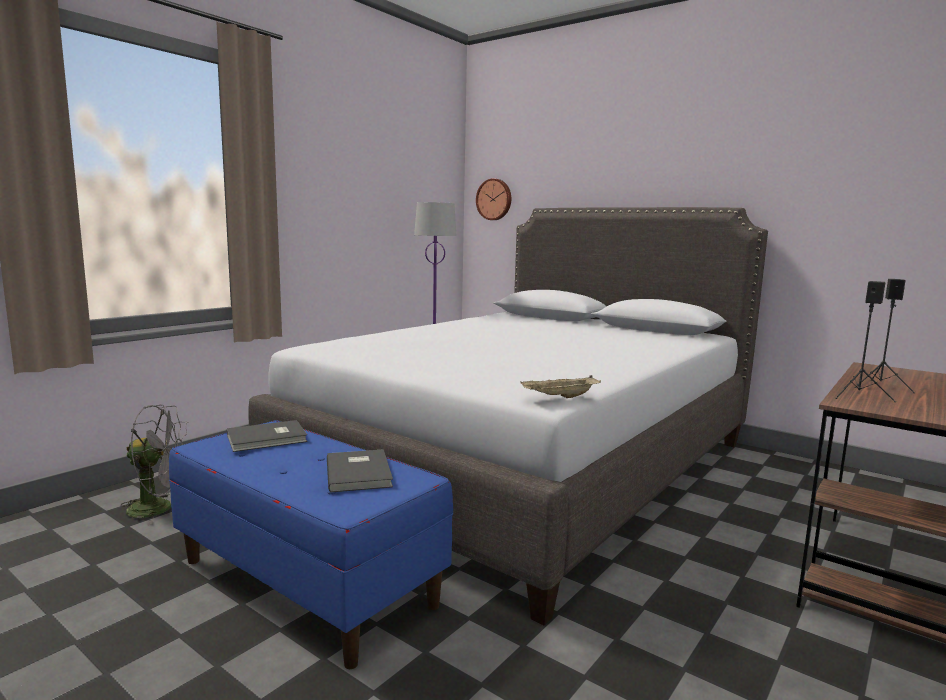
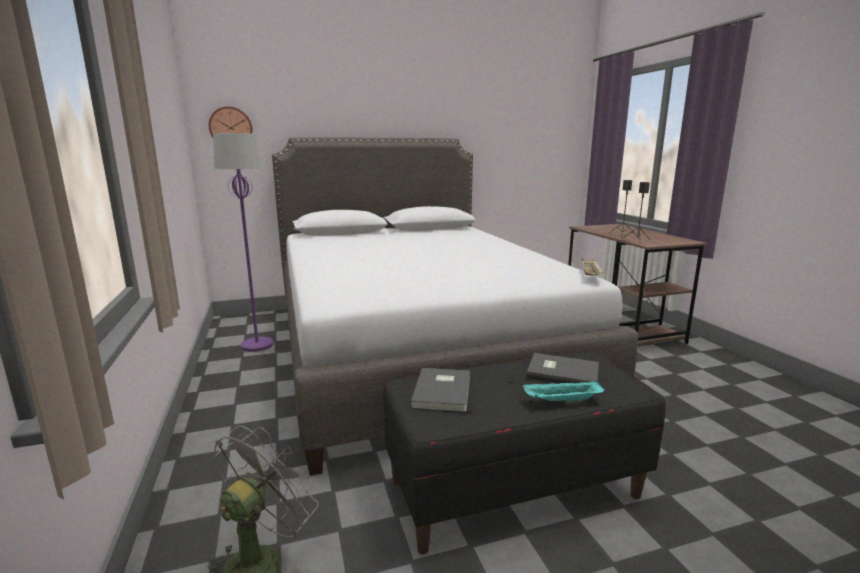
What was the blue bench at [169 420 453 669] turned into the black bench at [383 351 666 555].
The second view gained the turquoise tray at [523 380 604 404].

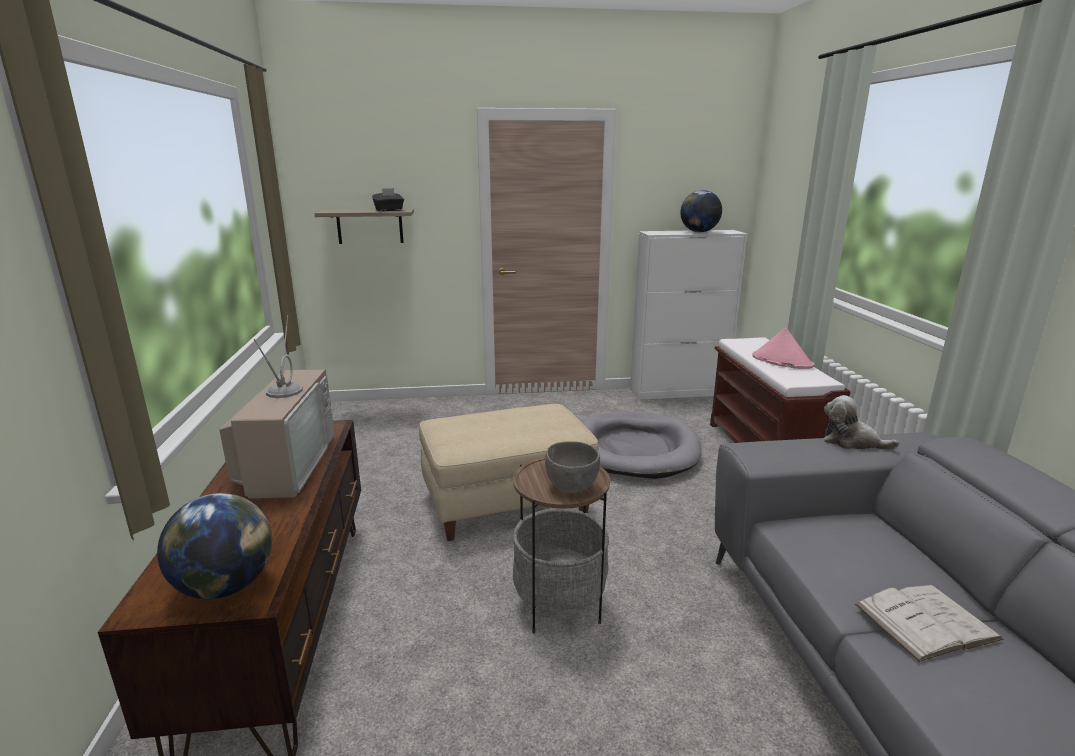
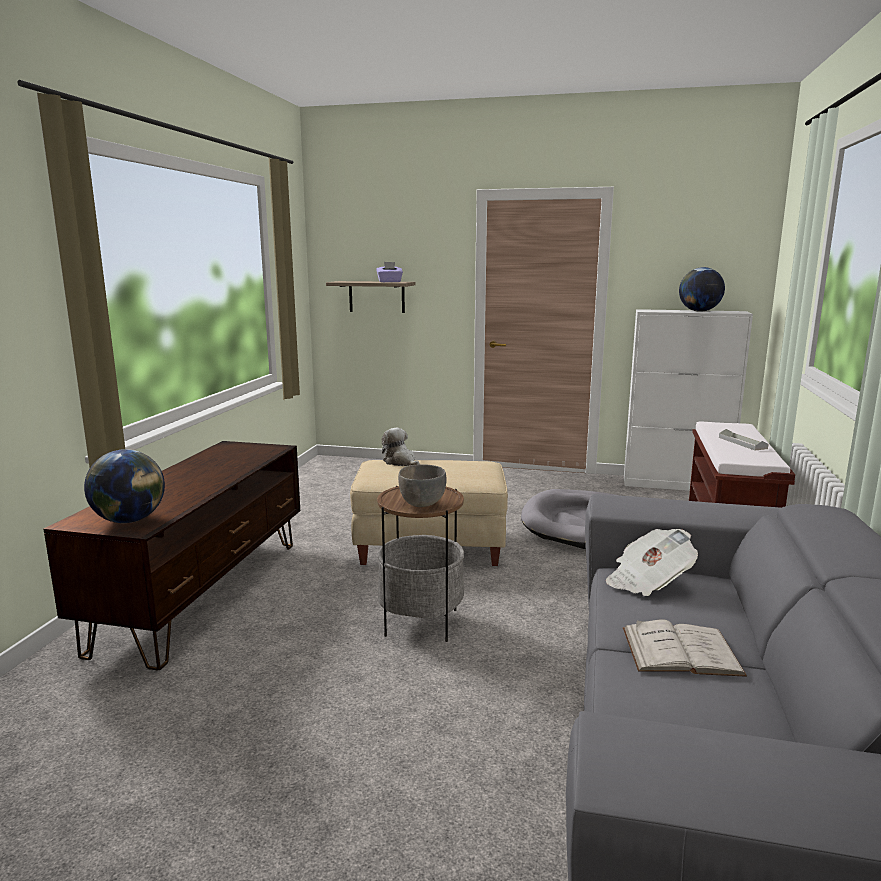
What was the black tissue box at [372 188 404 211] turned into the purple tissue box at [376 262 403 282].
The second view lost the television at [219 315 334 498].
Where the pink hat stood at [752 327 814 369], the grey tray came to stand at [719 429 768 451].
The plush toy ended up elsewhere, having gone from [824 395 899 450] to [382 428 420 466].
The second view gained the newspaper at [606 529 698 596].

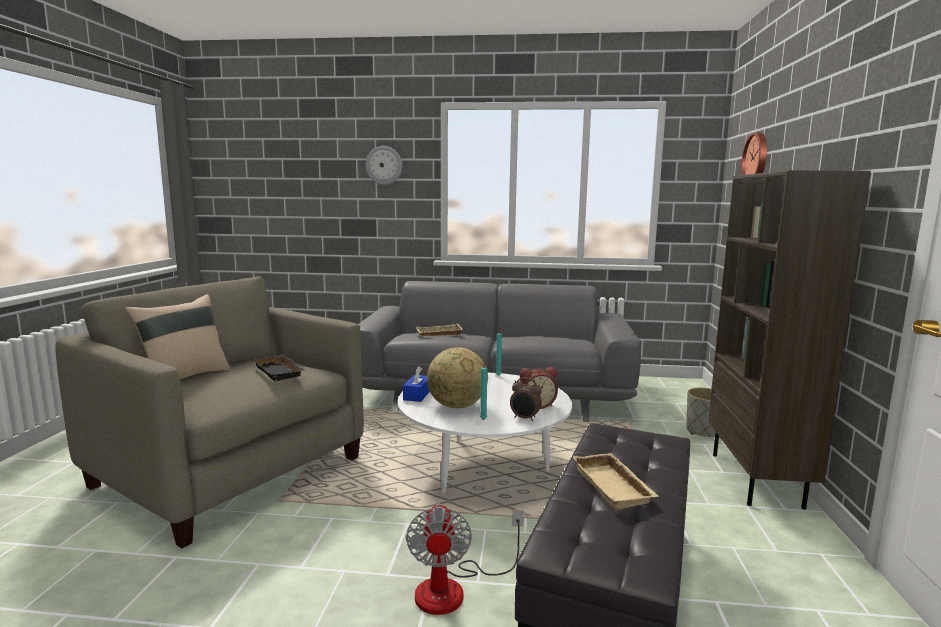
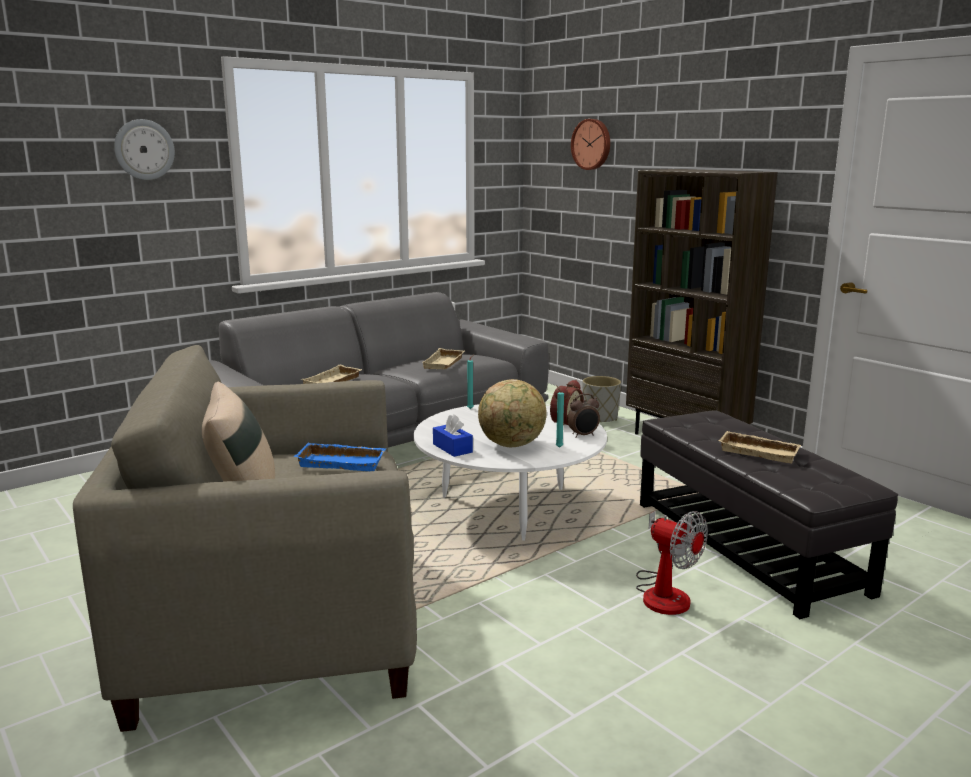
What was the black tray at [253 354 305 382] turned into the blue tray at [294 443 386 471].
The second view gained the beige tray at [423 348 465 370].

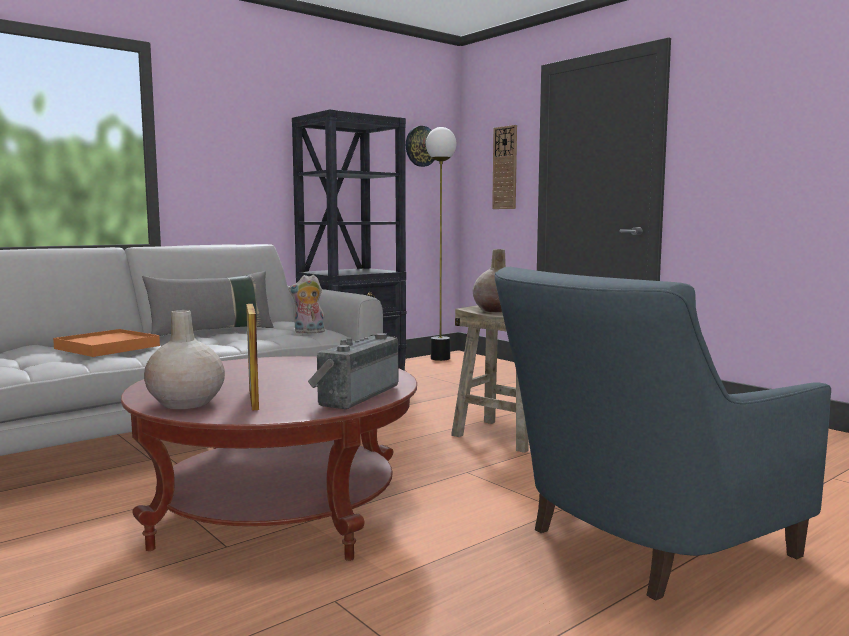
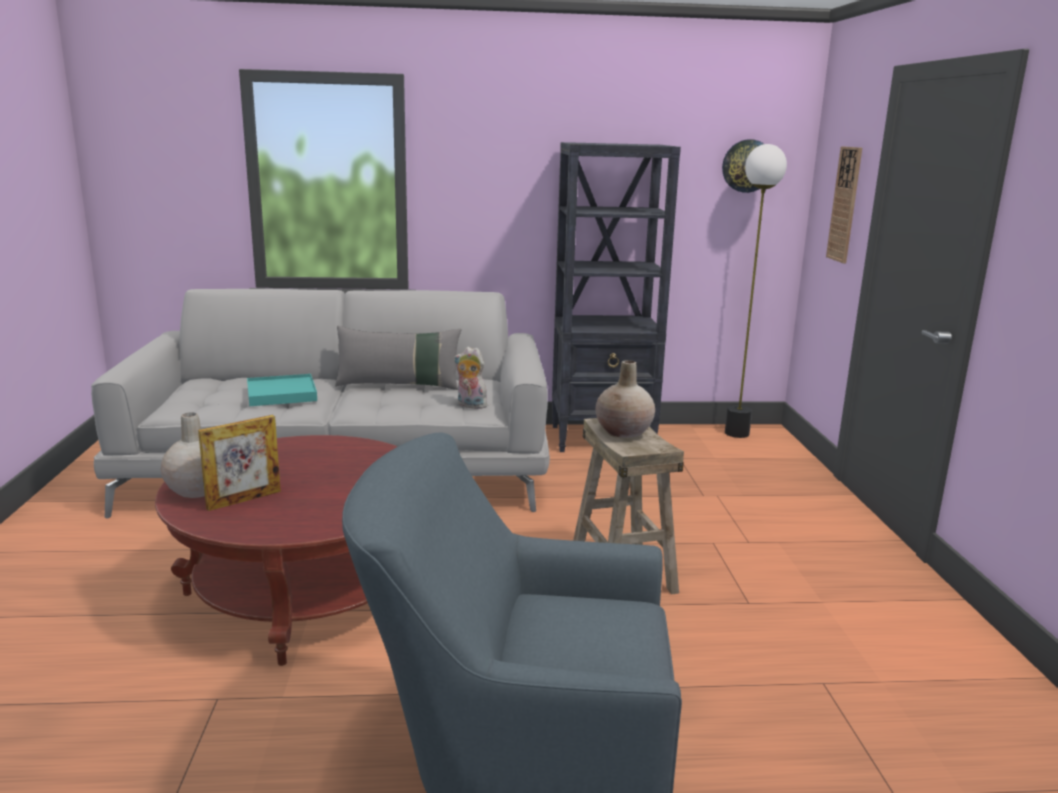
The picture frame at [246 304 259 410] ended up facing another way, 150 degrees counterclockwise from before.
What was the orange tray at [53 329 160 357] turned into the turquoise tray at [247 374 317 406].
The second view lost the radio at [308 333 398 409].

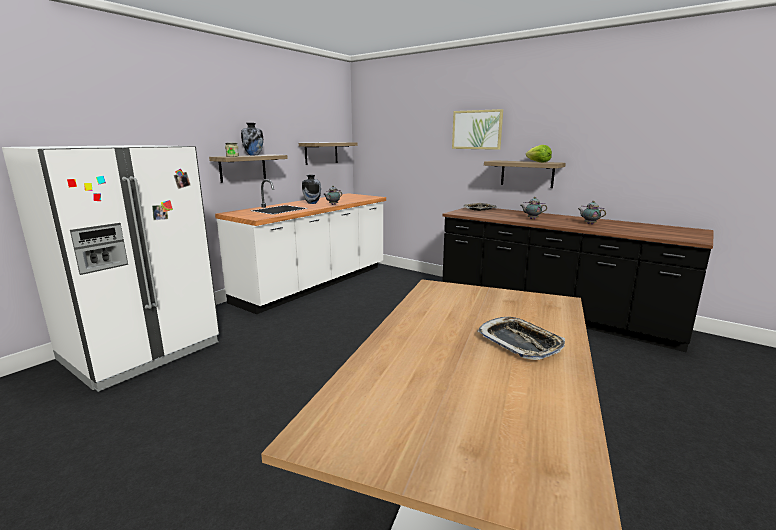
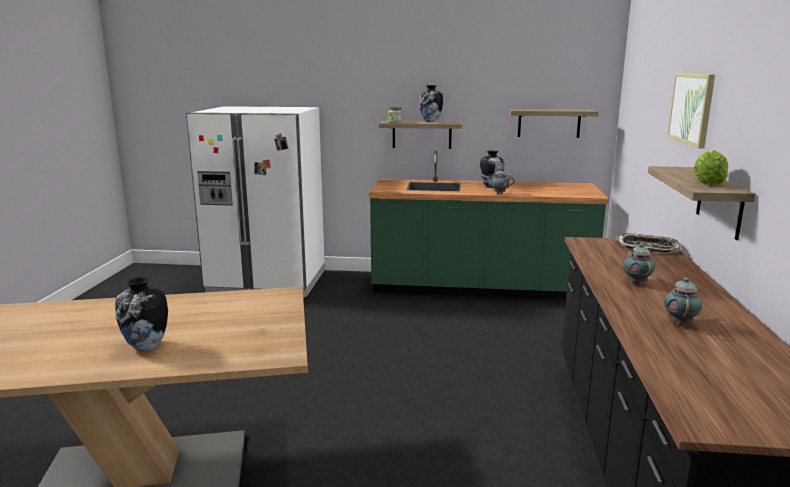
What was the white counter at [215 179 386 314] turned into the green counter at [369 150 609 300].
Where the tray stood at [477 317 565 360], the vase came to stand at [114 277 168 351].

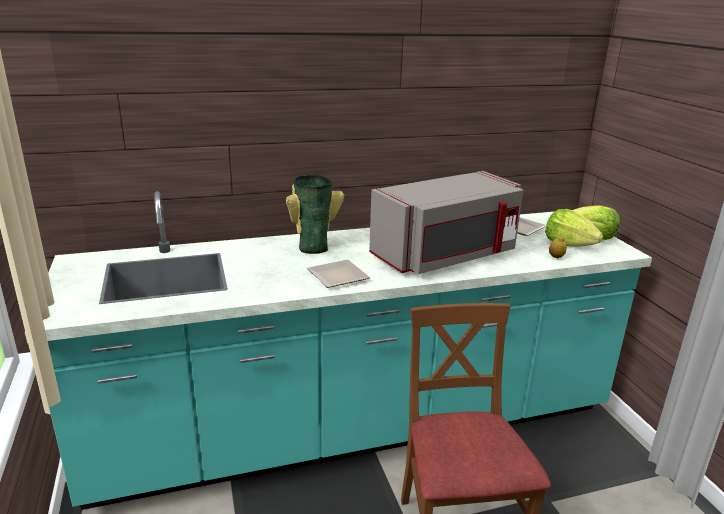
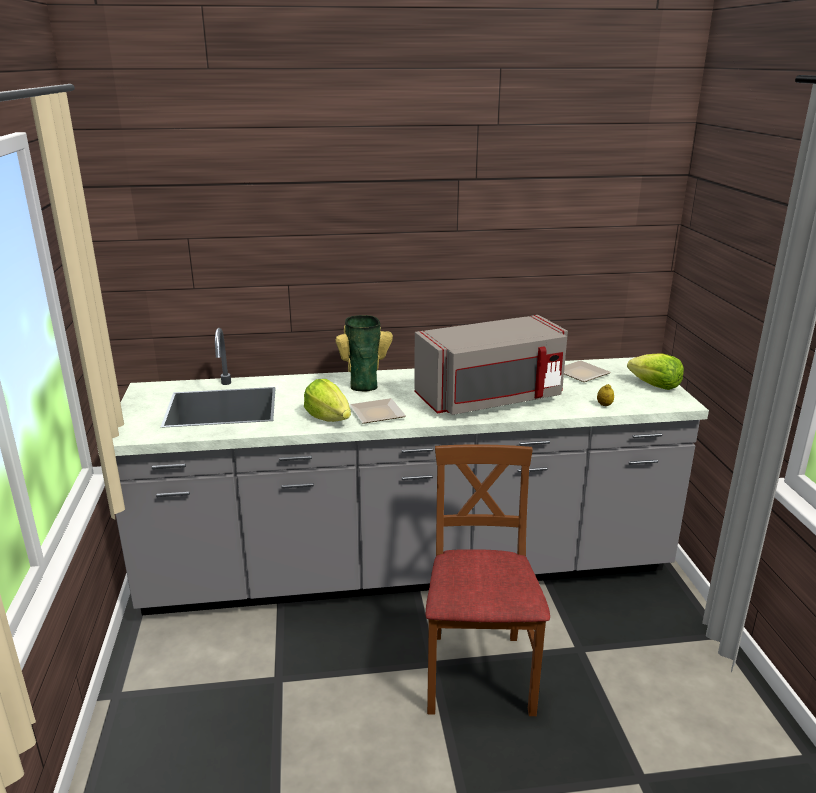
What was the turquoise counter at [25 191 652 510] turned into the grey counter at [97 328 709 615].
The lettuce ended up elsewhere, having gone from [545 209 603 247] to [304 379 351 422].

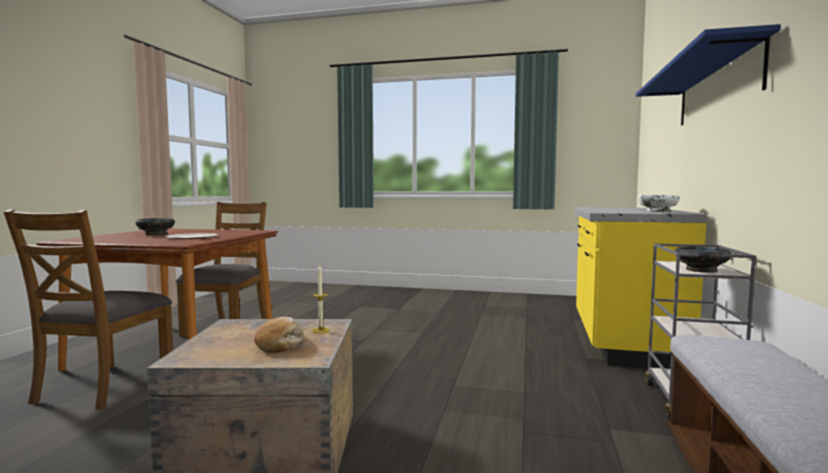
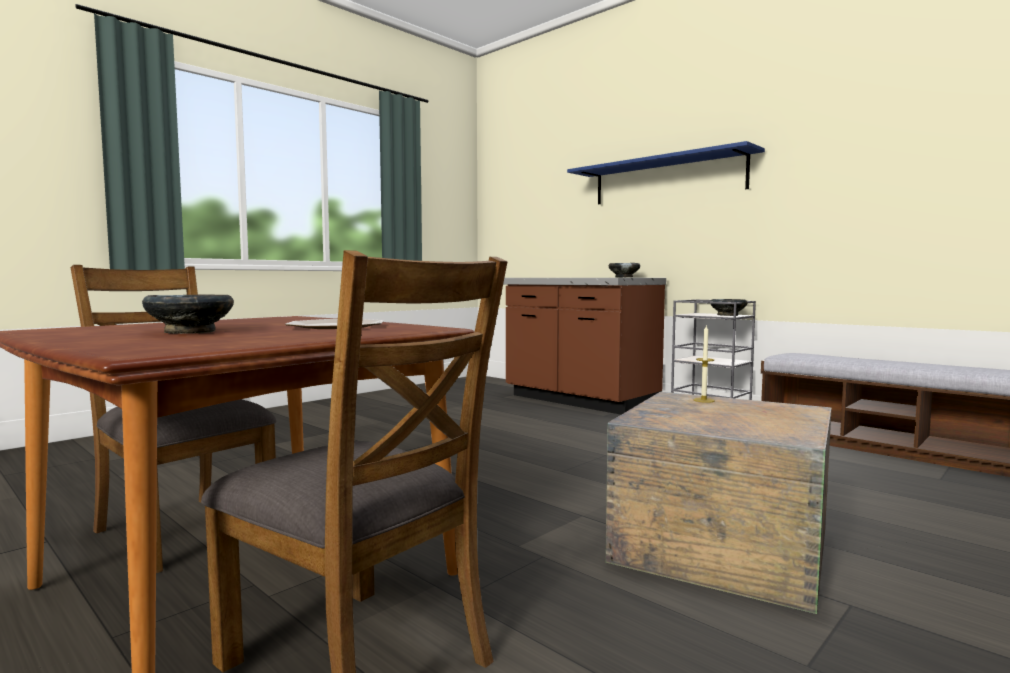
What was the white bowl at [638 195 680 212] turned into the black bowl at [609 263 640 277].
What was the yellow counter at [574 207 707 369] turned into the brown counter at [503 278 666 415].
The second view lost the bread at [254 317 304 353].

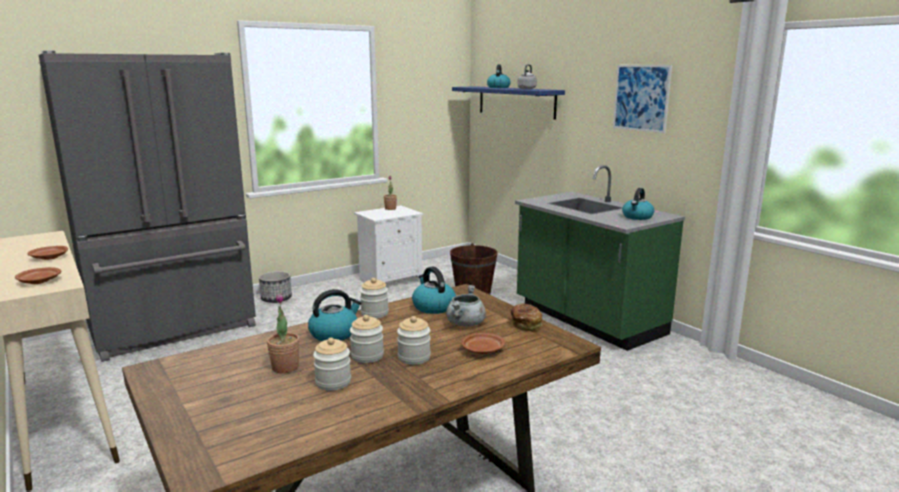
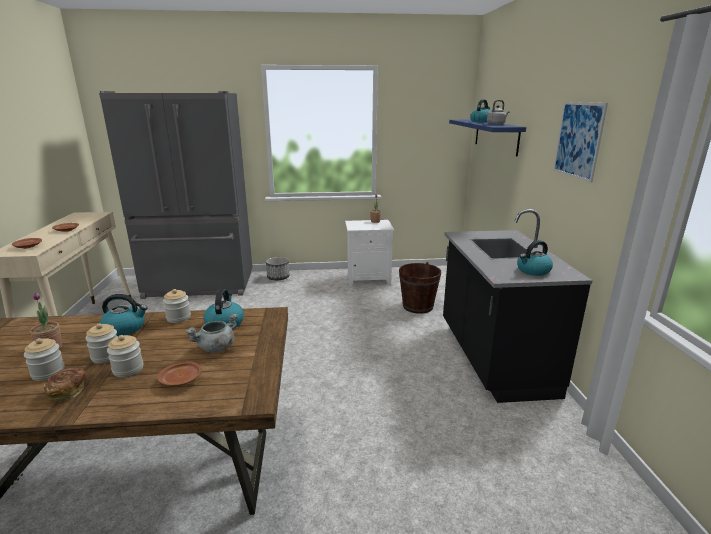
What was the green counter at [515 165 685 351] turned into the black counter at [443 209 593 403].
The bread ended up elsewhere, having gone from [511 304 542 331] to [44 368 85 402].

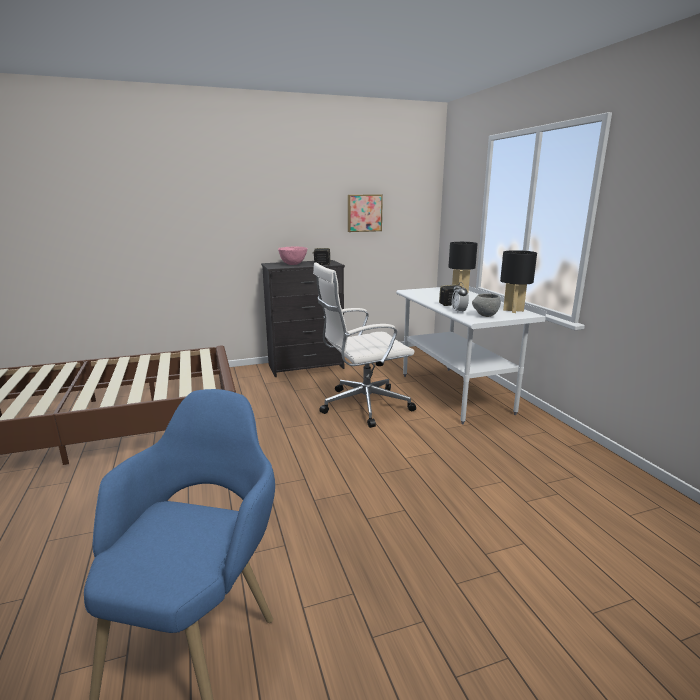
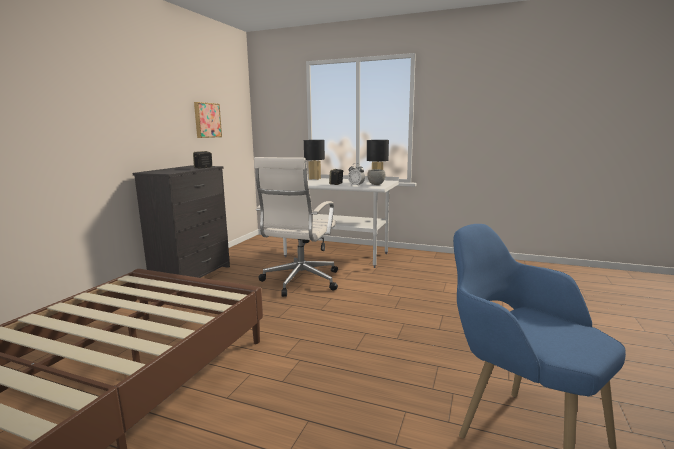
The second view lost the pink bowl at [278 247 307 265].

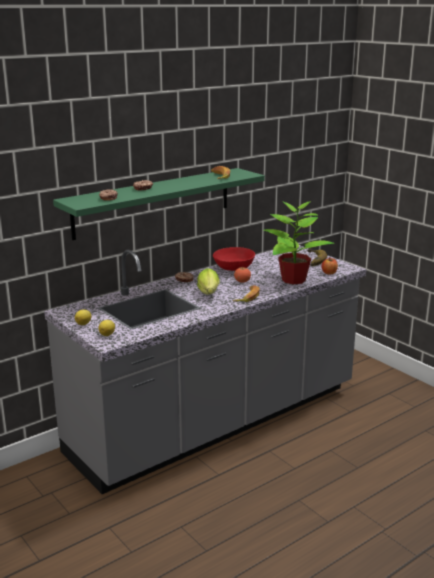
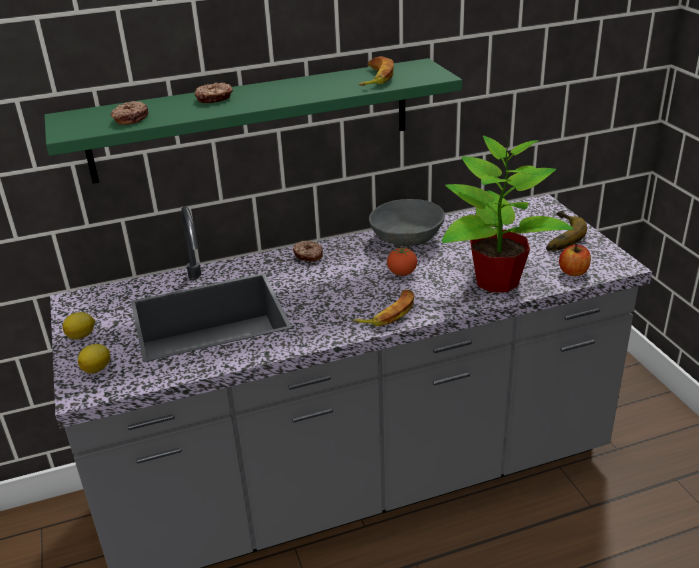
What was the red bowl at [213 247 255 271] turned into the grey bowl at [369 199 445 246].
The second view lost the lettuce at [197 268 220 294].

